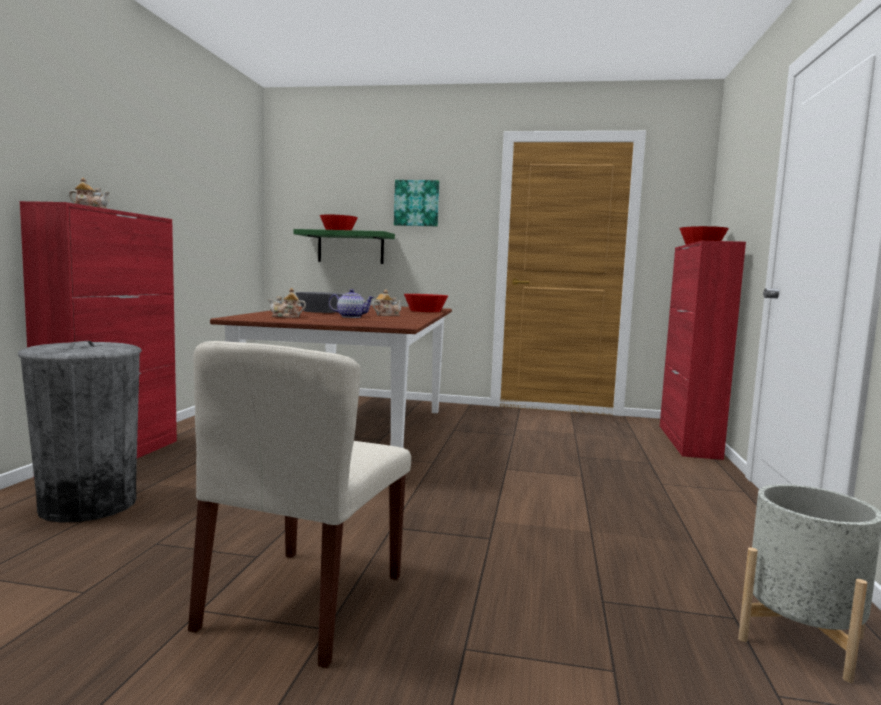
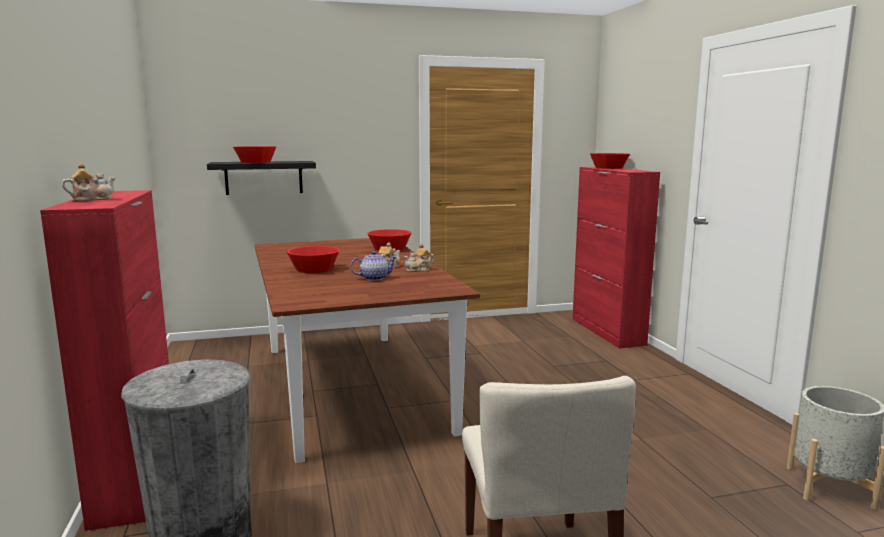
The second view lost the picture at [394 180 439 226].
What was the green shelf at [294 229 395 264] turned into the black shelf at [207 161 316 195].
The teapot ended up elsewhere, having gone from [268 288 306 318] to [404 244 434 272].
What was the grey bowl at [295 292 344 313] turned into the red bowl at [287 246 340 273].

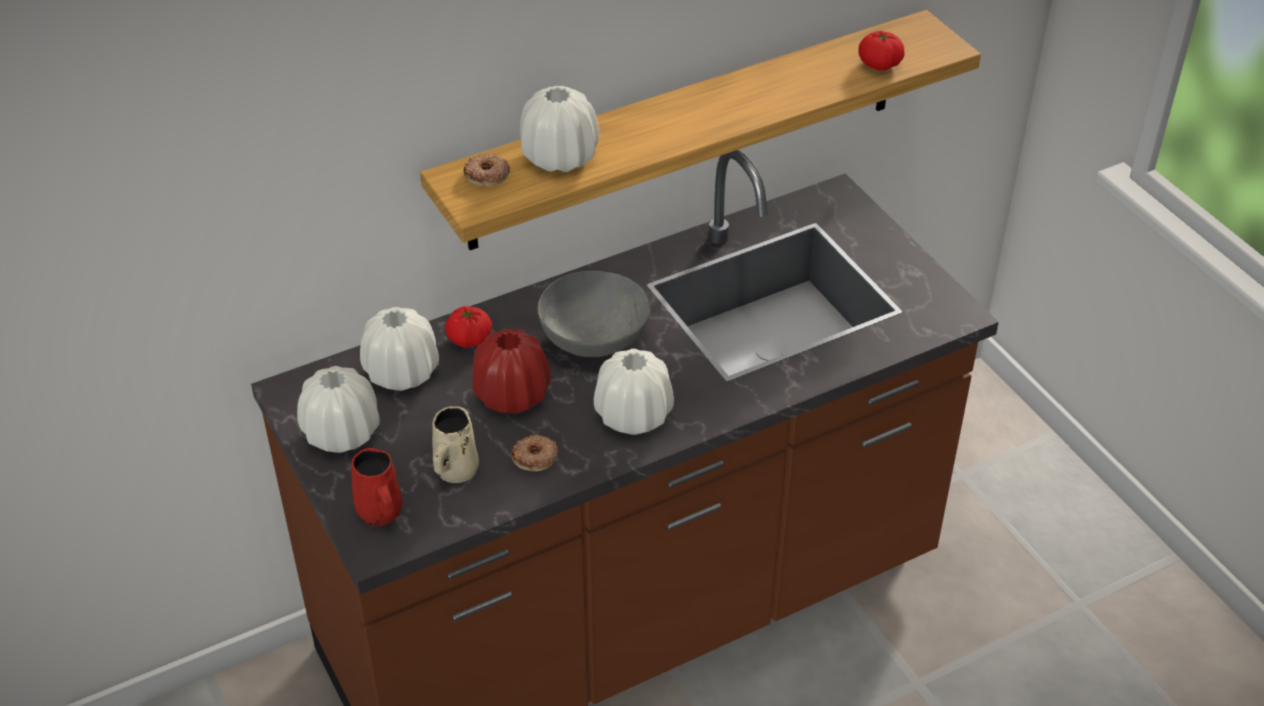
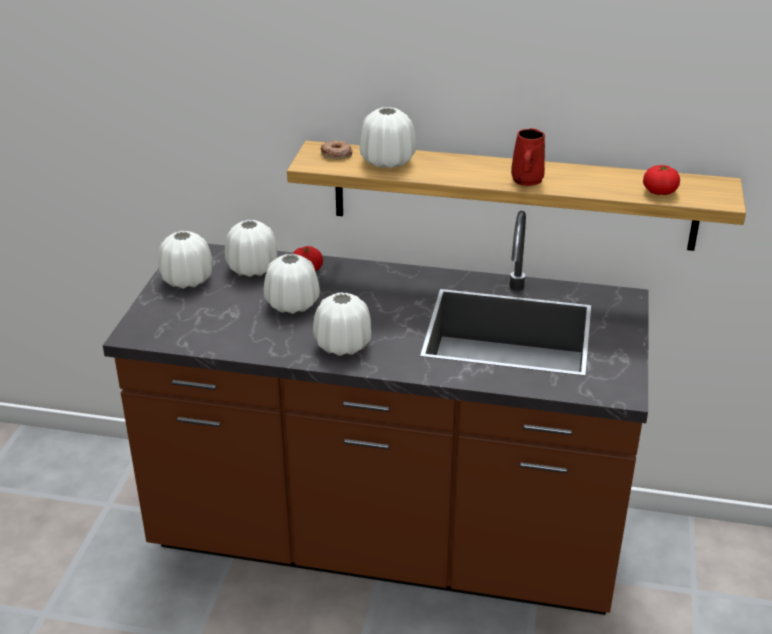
The second view lost the grey bowl at [538 271 651 357].
What was the red vase at [472 329 551 413] turned into the white vase at [264 254 320 314].
The second view lost the beige mug at [432 406 479 483].
The second view lost the donut at [512 435 559 471].
The red mug ended up elsewhere, having gone from [351 448 402 526] to [511 128 545 186].

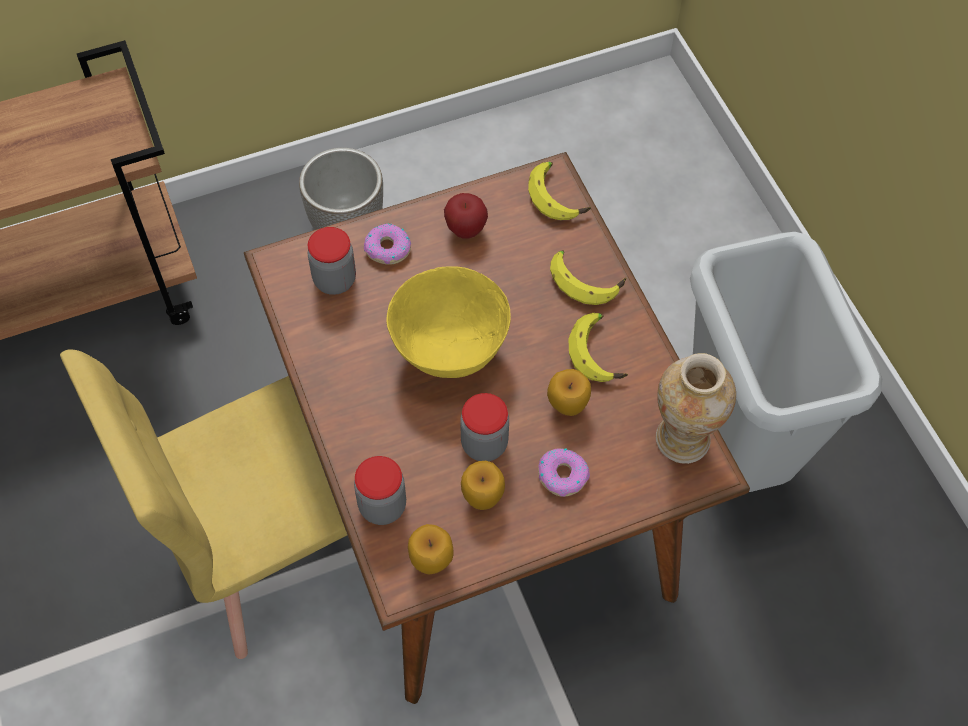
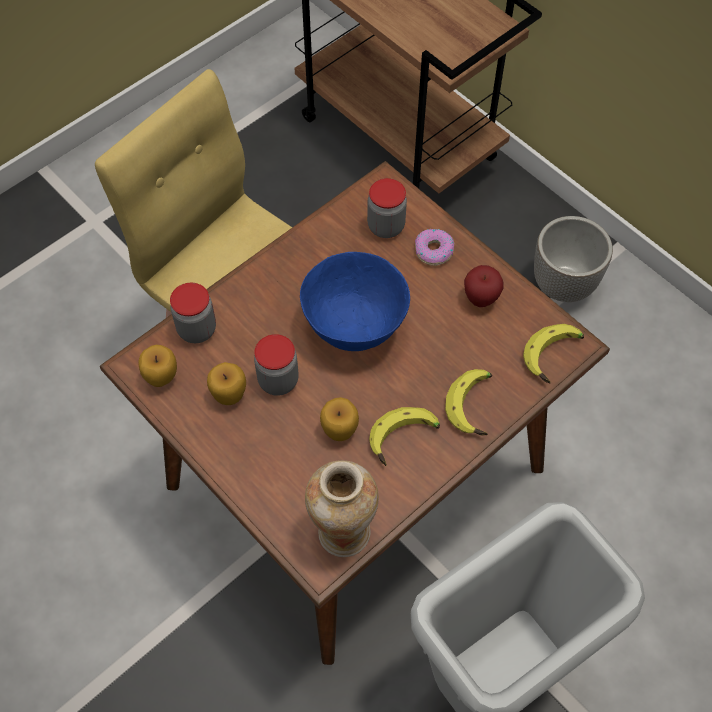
What was the yellow bowl at [386 266 511 378] turned into the blue bowl at [300 252 410 351].
The second view lost the donut at [538 448 590 497].

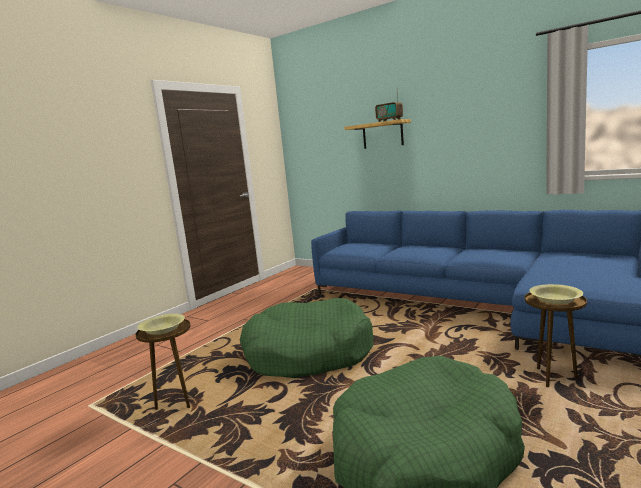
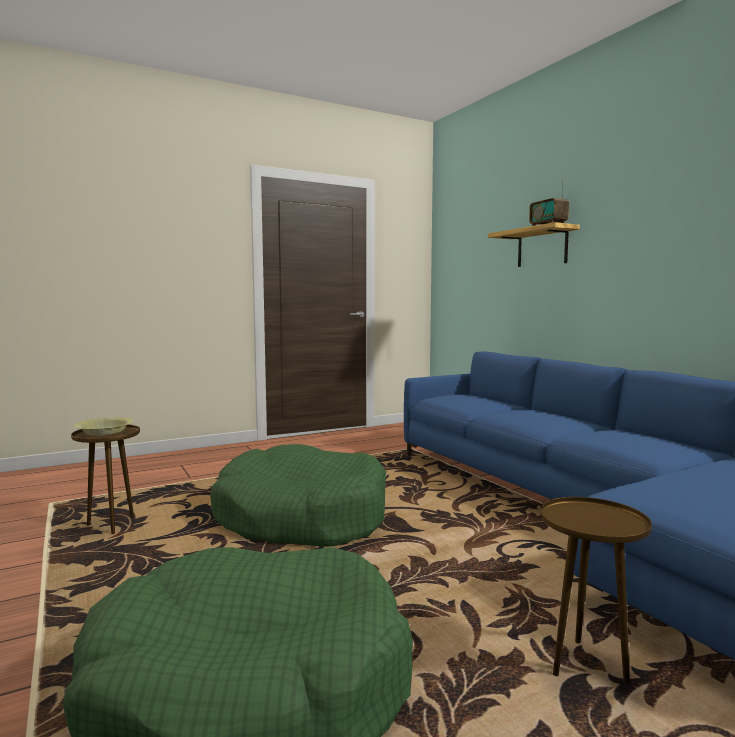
The second view lost the yellow bowl at [529 284 583 304].

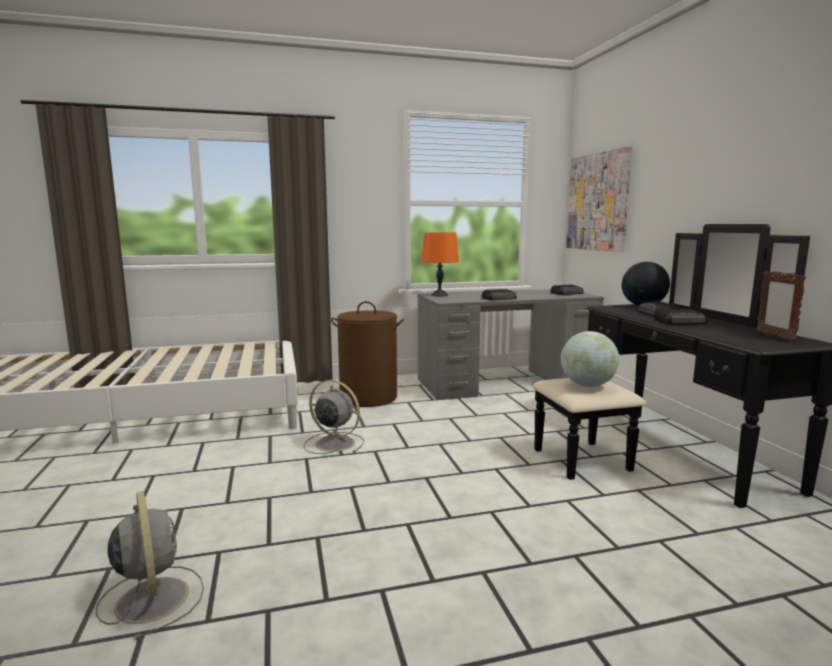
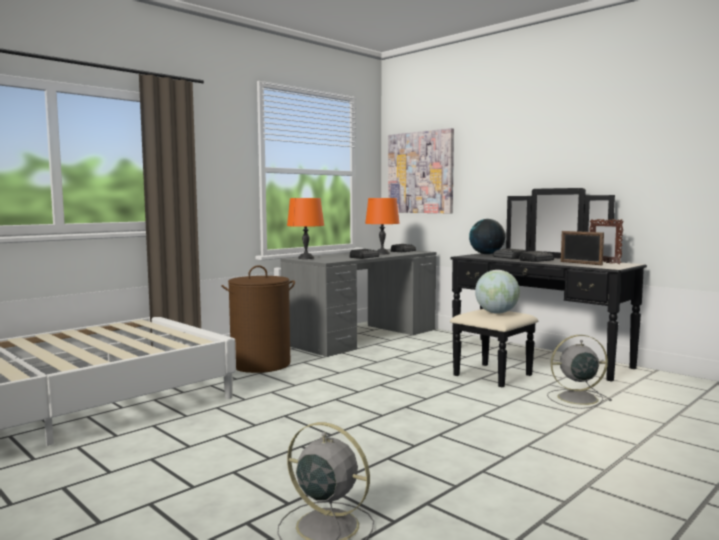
The grey fan ended up elsewhere, having gone from [304 380 364 454] to [547 335 612 409].
The second view gained the orange table lamp at [365 198 400 254].
The second view gained the picture frame at [561 231 604 265].

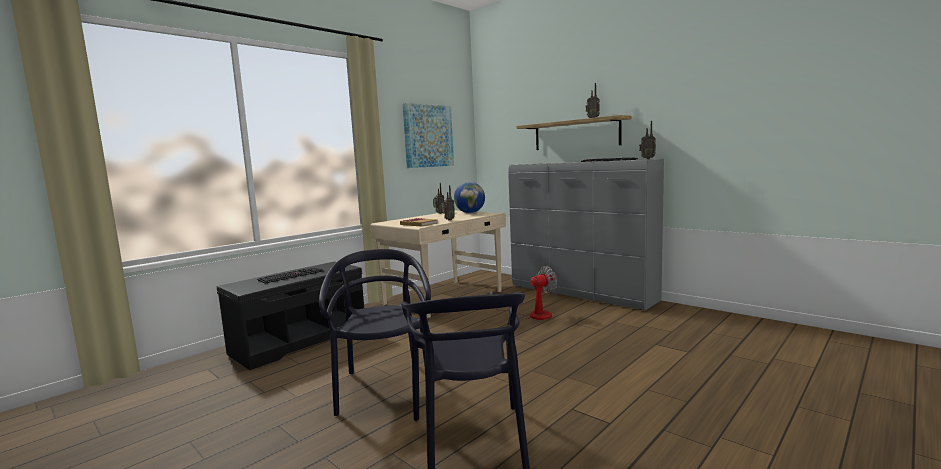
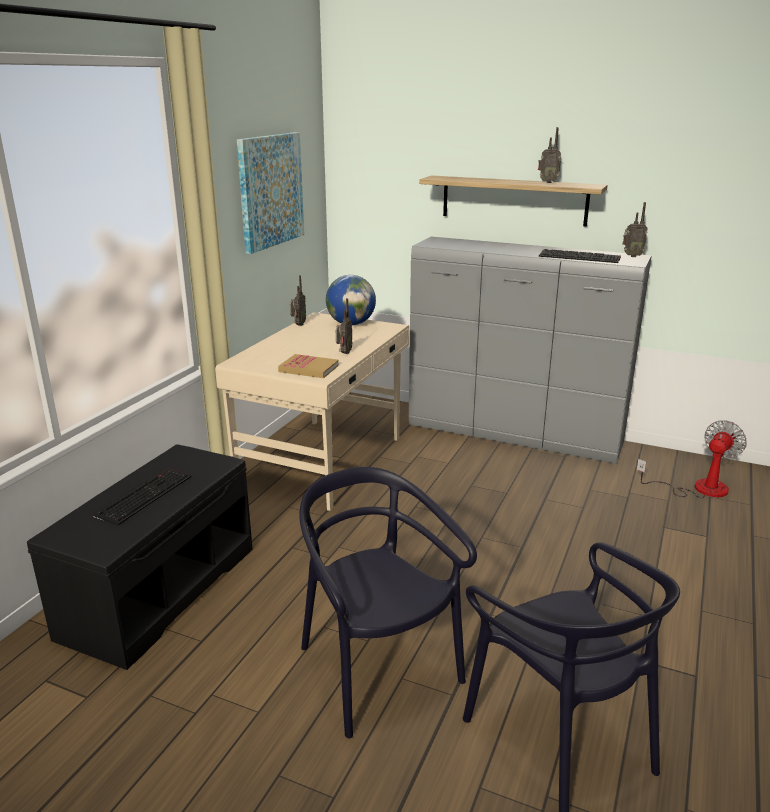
The fan ended up elsewhere, having gone from [489 266 557 320] to [636 420 747 498].

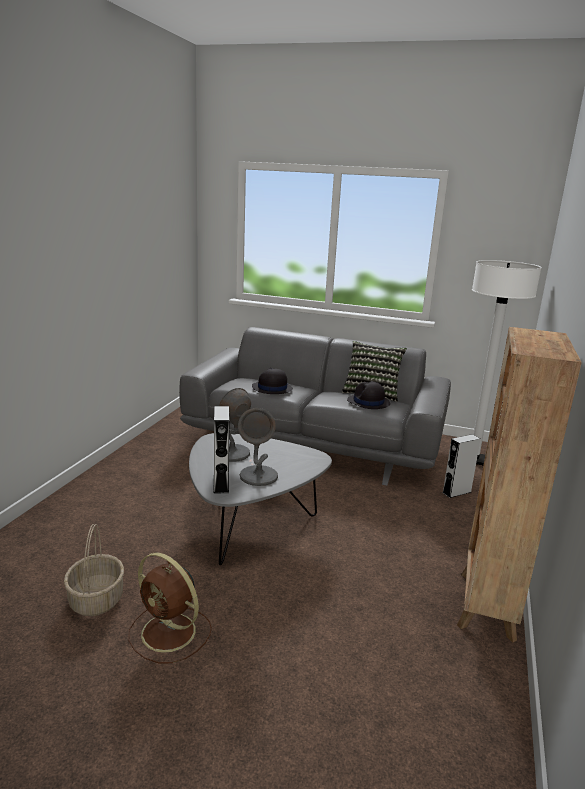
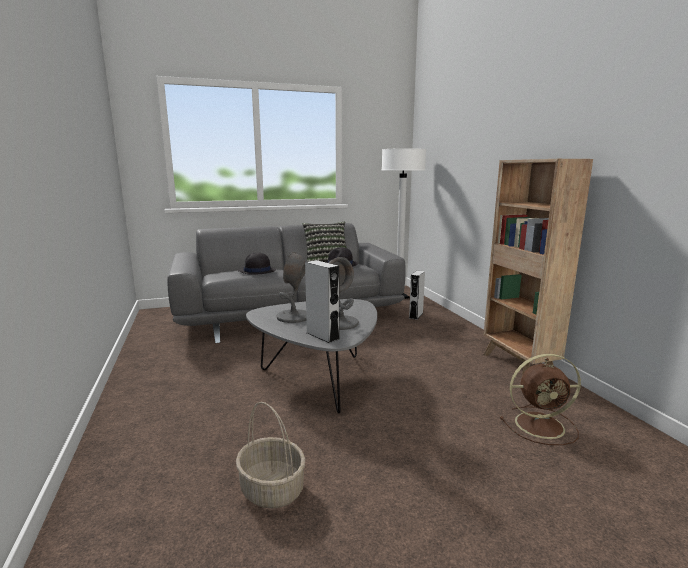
The brown fan ended up elsewhere, having gone from [128 553 212 663] to [500 354 581 445].

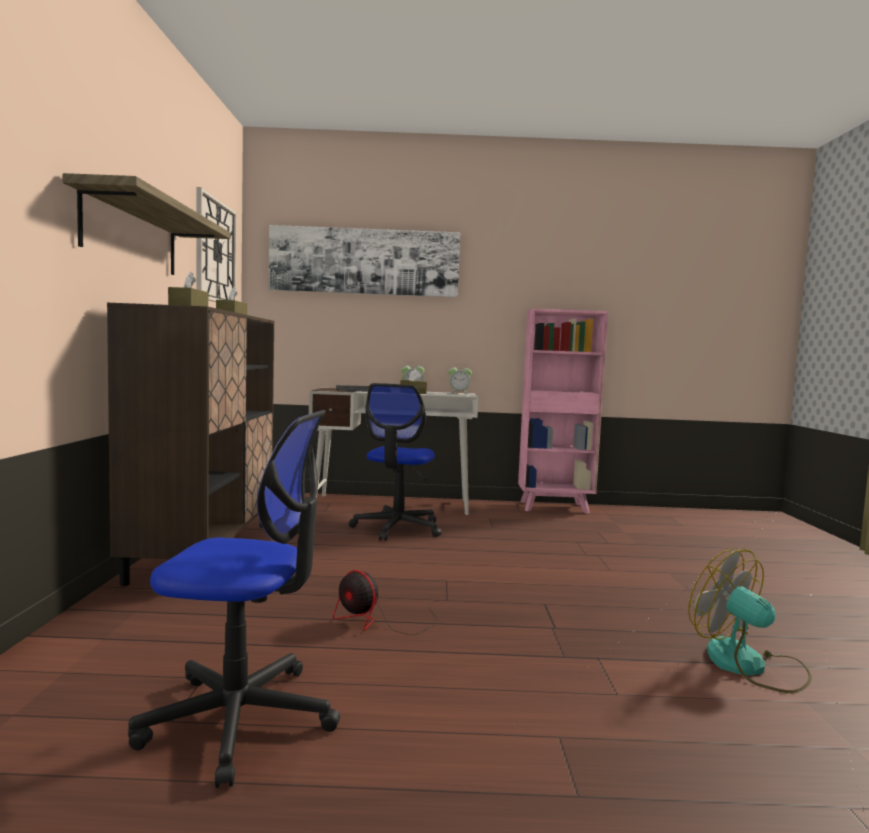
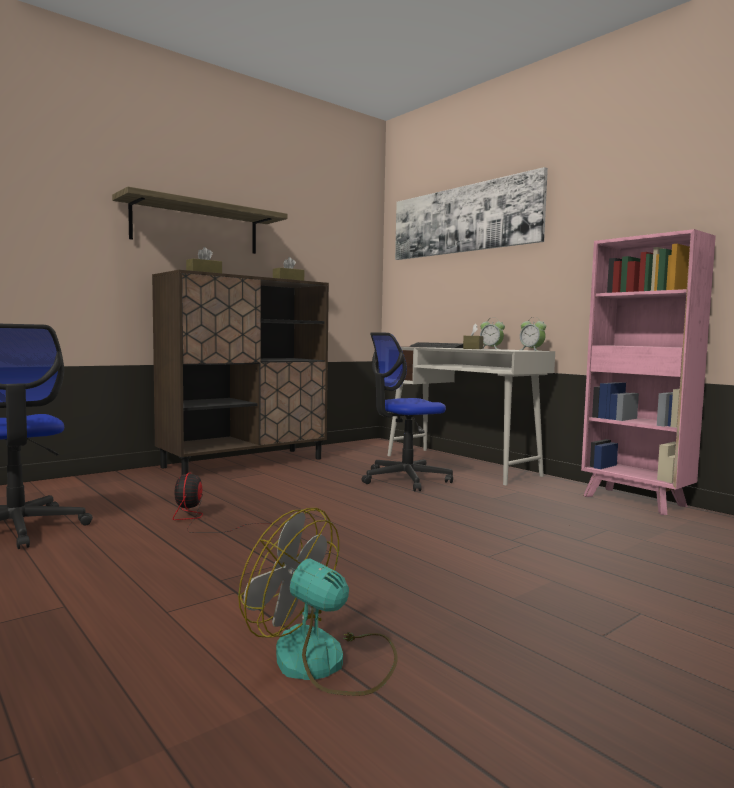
The second view lost the wall clock at [196 187 237 302].
The fan at [688 549 812 693] ended up facing another way, 75 degrees counterclockwise from before.

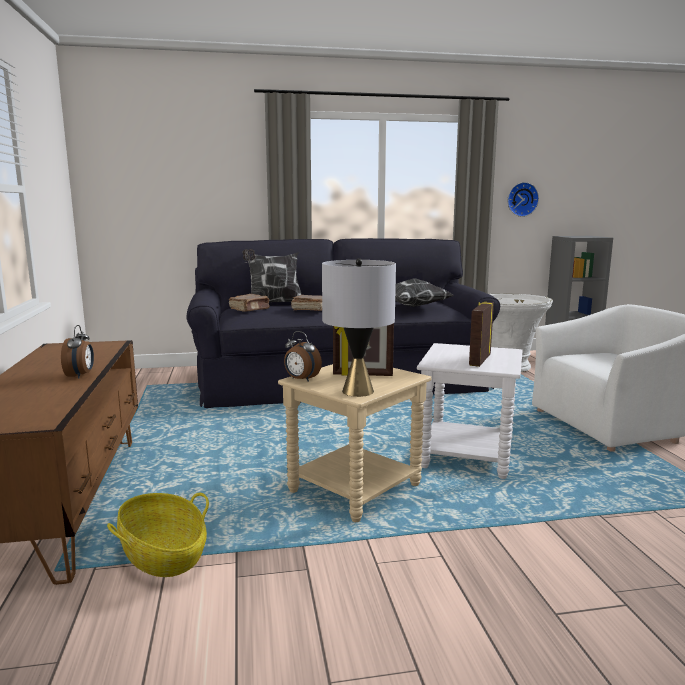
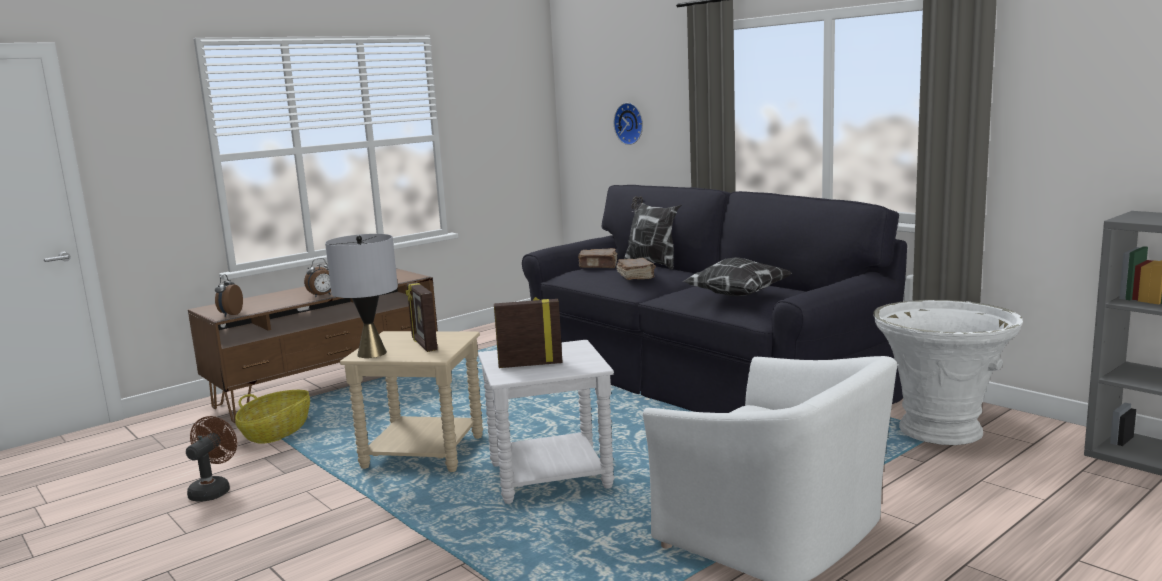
The wall clock ended up elsewhere, having gone from [508 182 539 217] to [614 103 643 145].
The alarm clock ended up elsewhere, having gone from [284 331 322 382] to [215 274 243 317].
The second view gained the brown fan at [186 416 237 502].

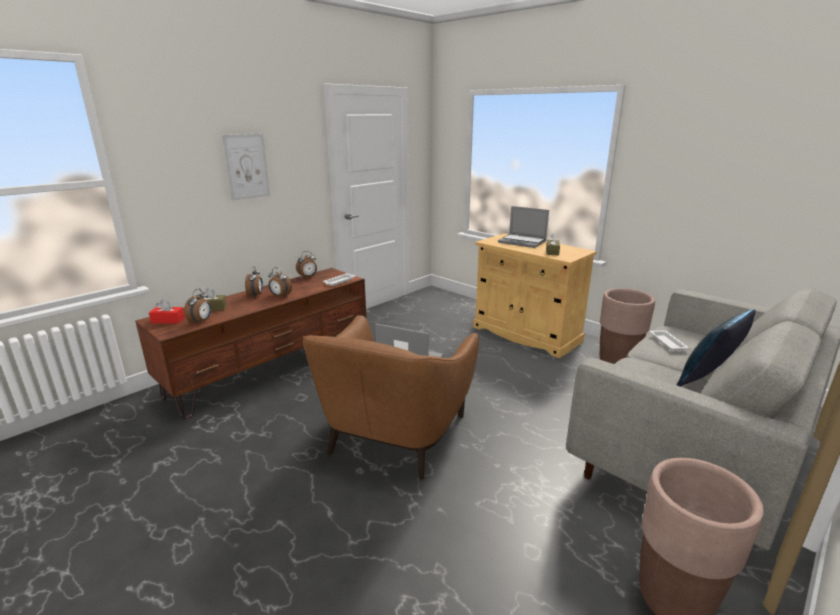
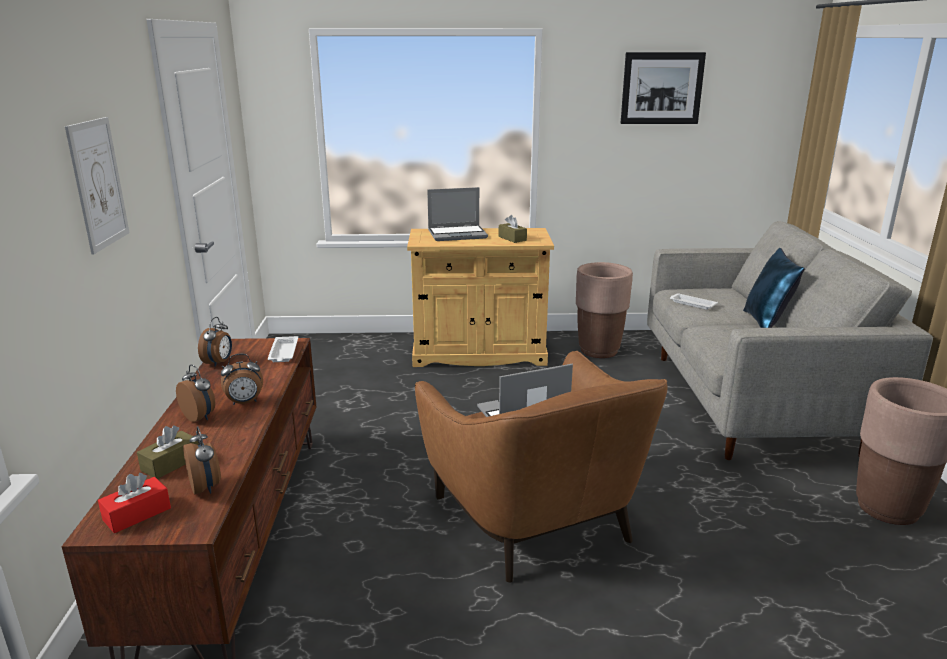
The second view gained the picture at [620 52 706 124].

